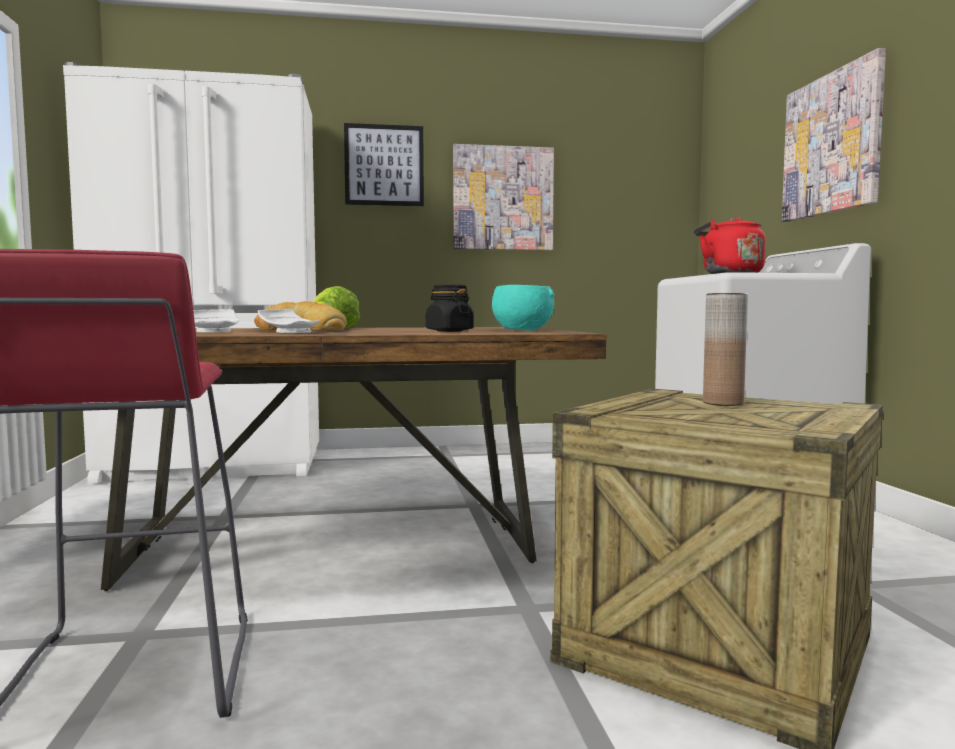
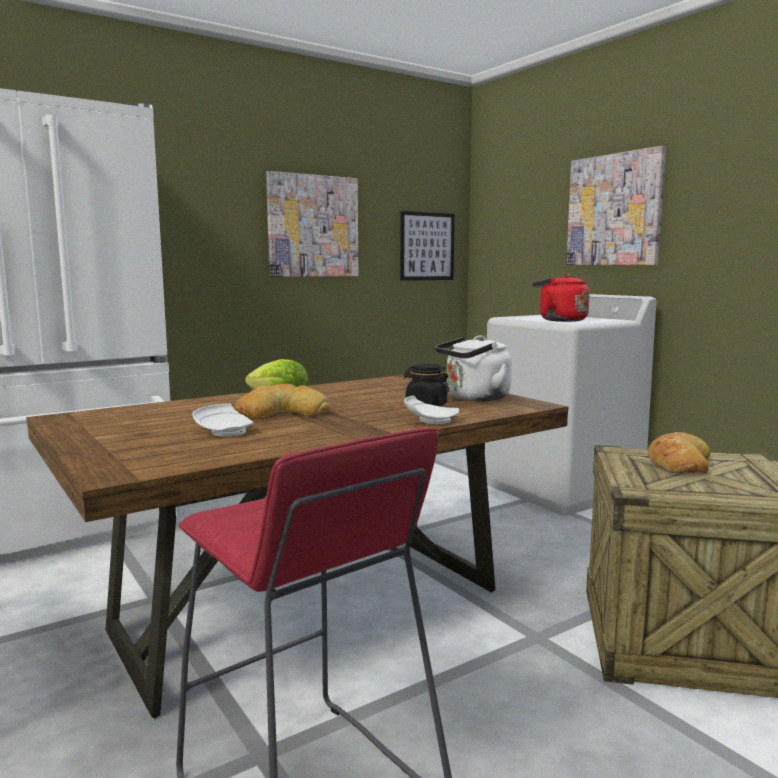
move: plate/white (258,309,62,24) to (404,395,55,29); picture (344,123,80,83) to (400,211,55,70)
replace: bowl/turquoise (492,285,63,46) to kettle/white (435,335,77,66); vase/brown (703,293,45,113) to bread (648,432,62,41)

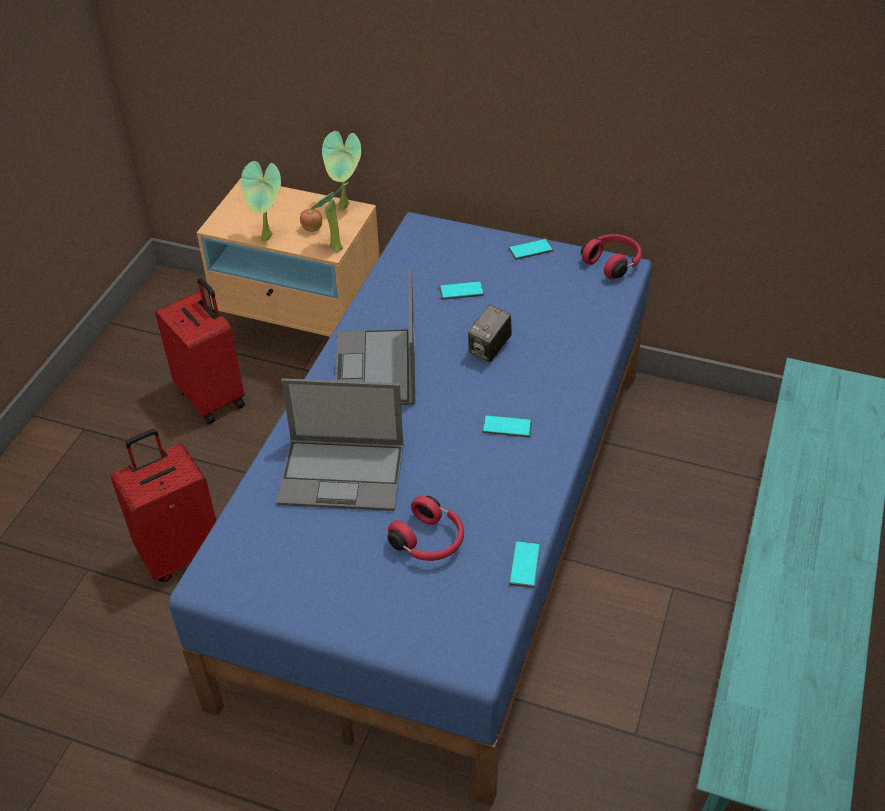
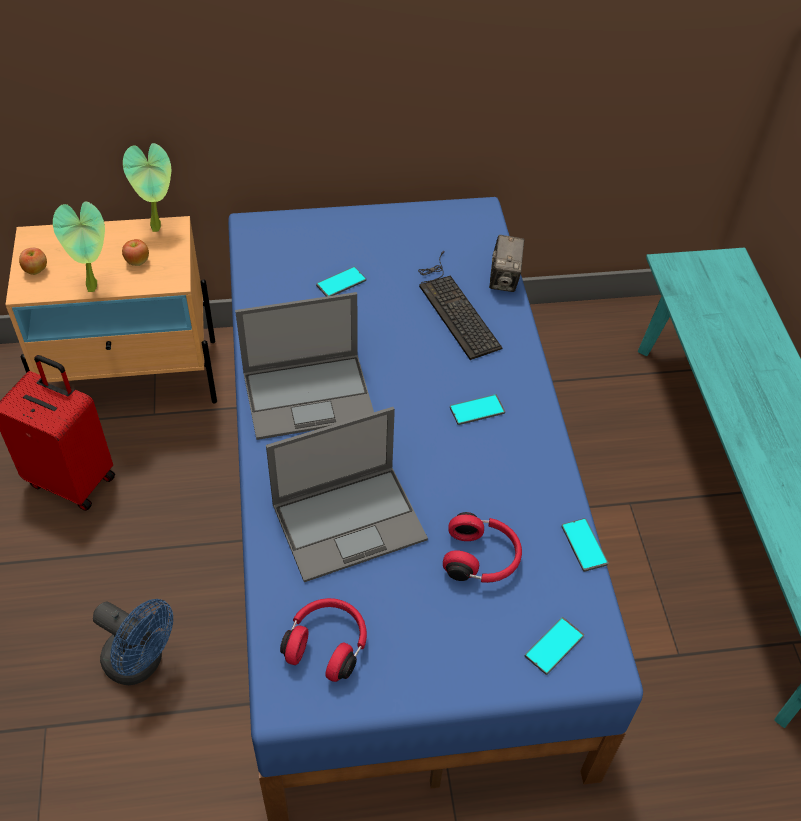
delete: potted plant (310,182,39,70)
insert: apple (19,248,28,27); keyboard (418,251,85,109)
move: photo camera (468,304,44,58) to (489,235,36,57); phone (509,238,45,22) to (525,617,59,58); headphones/red (581,234,61,45) to (280,598,87,84)
replace: suitcase/red (111,429,106,153) to fan/blue (93,599,80,86)
rotate: laptop (335,269,80,136) = (235,292,139,148) 75 degrees counterclockwise

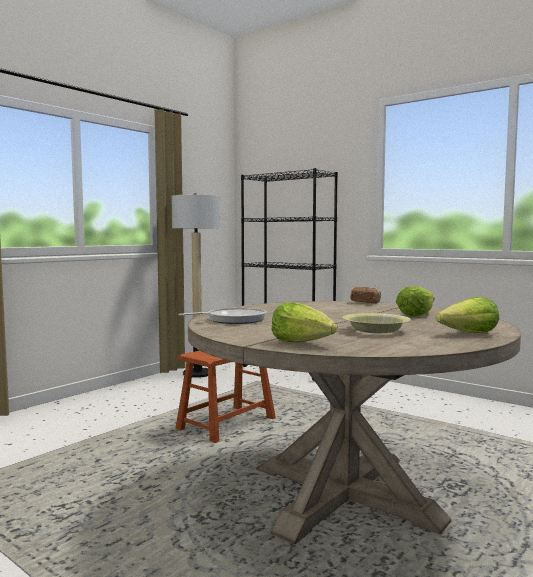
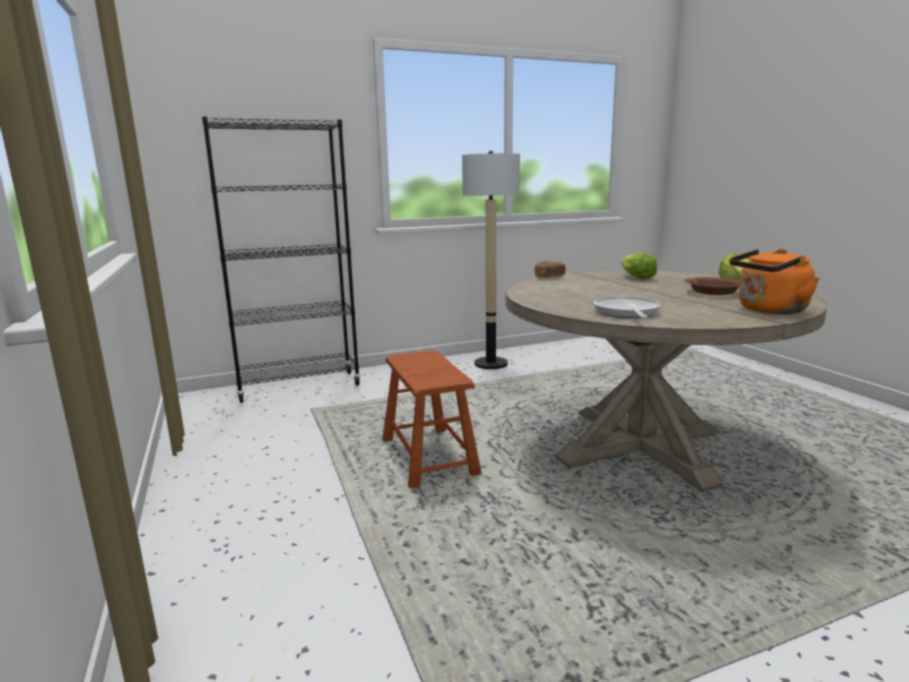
move: floor lamp (171,193,49,185) to (462,151,58,218)
replace: lettuce (272,302,65,41) to kettle/orange (729,248,91,66)
recolor: bowl/yellow (342,313,69,20) to bowl/brown (684,277,57,18)

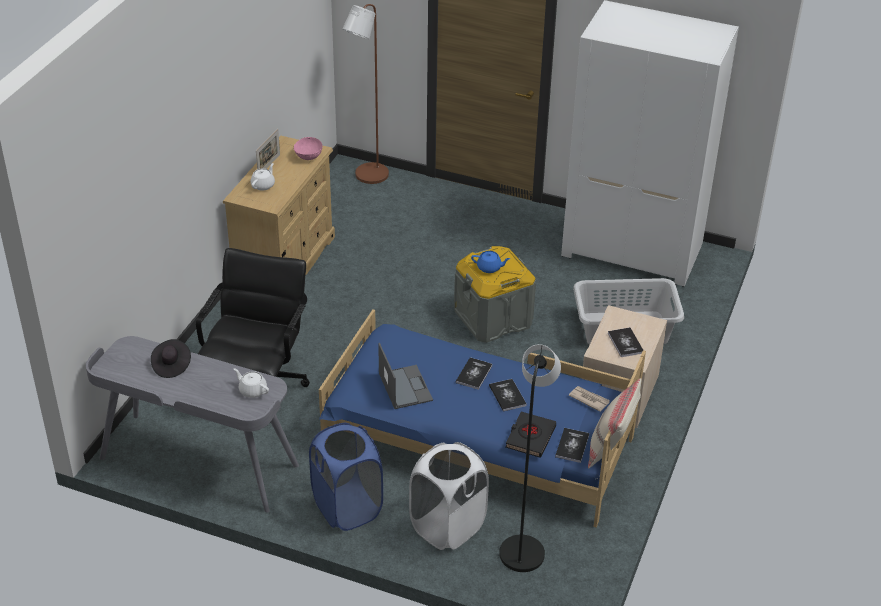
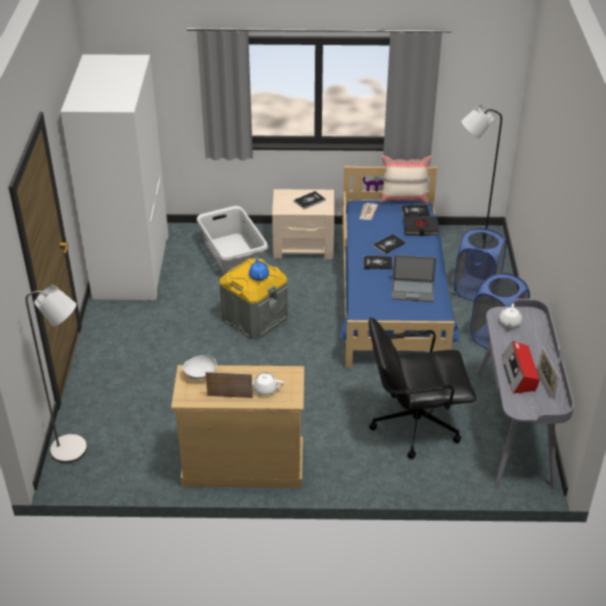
insert: picture frame (538,347,21,53)
replace: hat/black (151,339,40,39) to radio (502,341,37,53)
recolor: bowl/pink (293,137,30,23) to bowl/white (183,355,34,24); floor lamp/brown (342,4,47,180) to floor lamp/grey (25,285,62,178); laundry basket/white (409,442,80,108) to laundry basket/blue (454,228,52,73)
rotate: laptop (378,343,55,66) = (392,255,44,47) 135 degrees counterclockwise

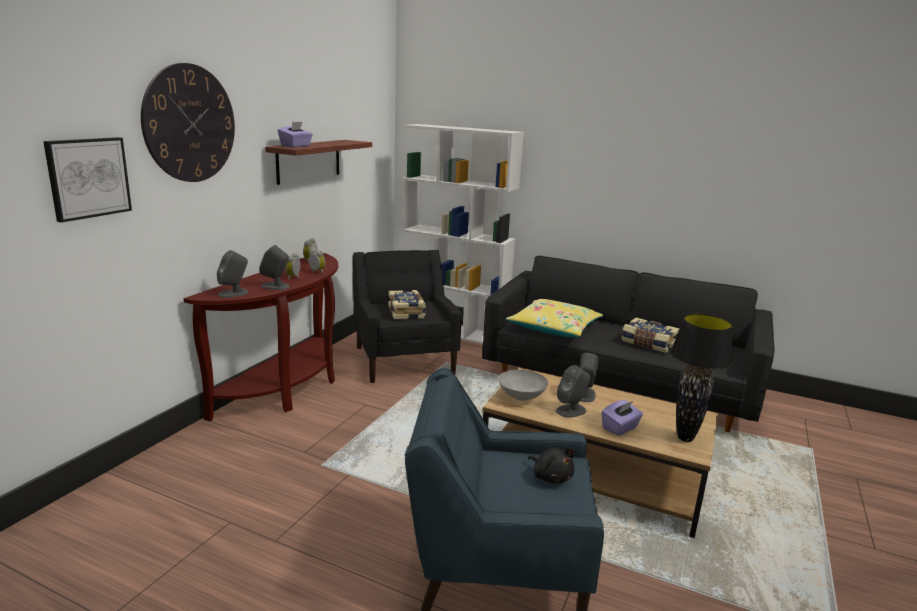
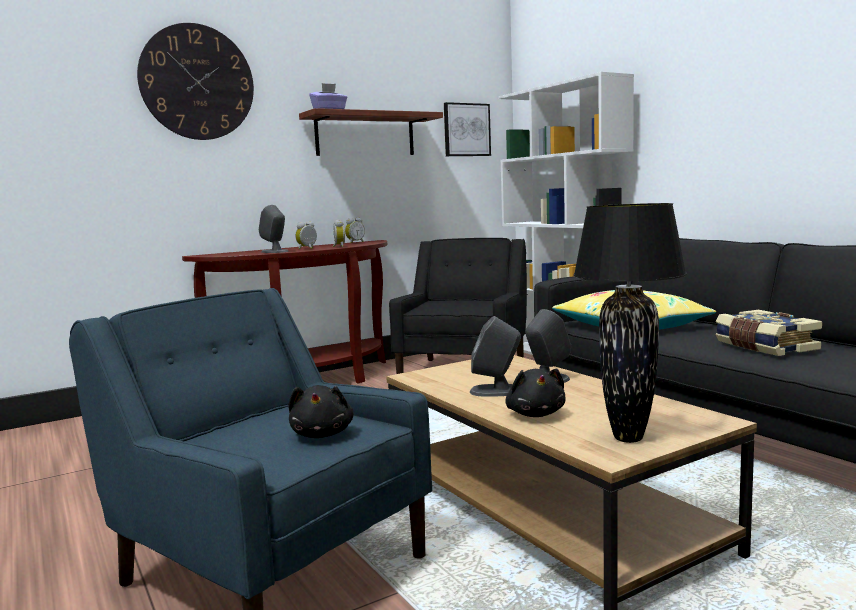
delete: speaker/grey (217,250,32,48); book (388,290,38,29); bowl/grey (498,370,50,31)
move: picture (43,137,89,86) to (444,102,47,54)
replace: tissue box/purple (602,400,41,36) to plush toy/black (505,369,61,48)

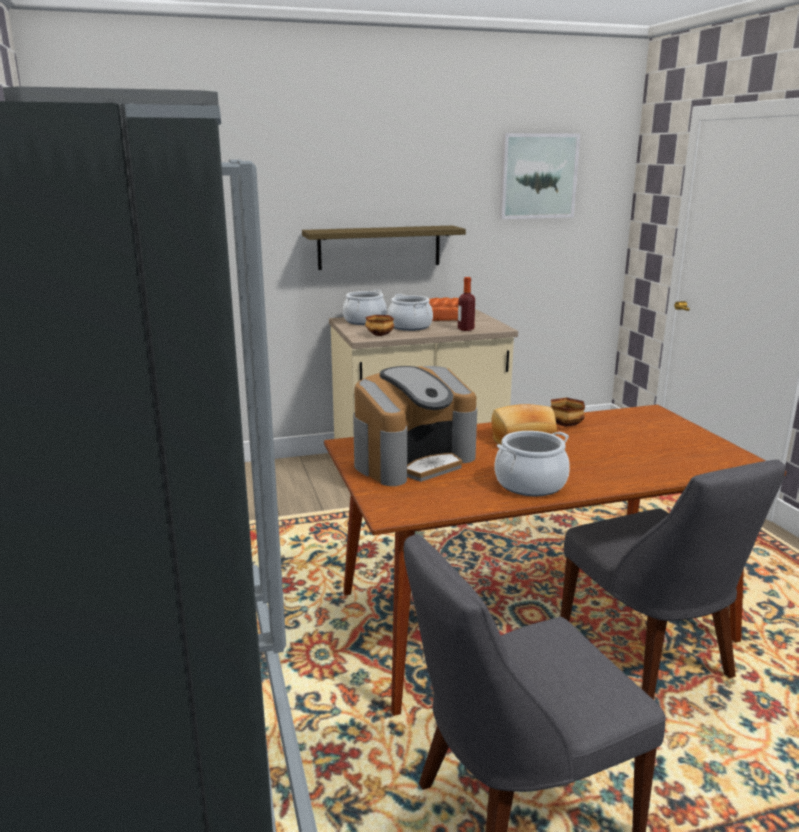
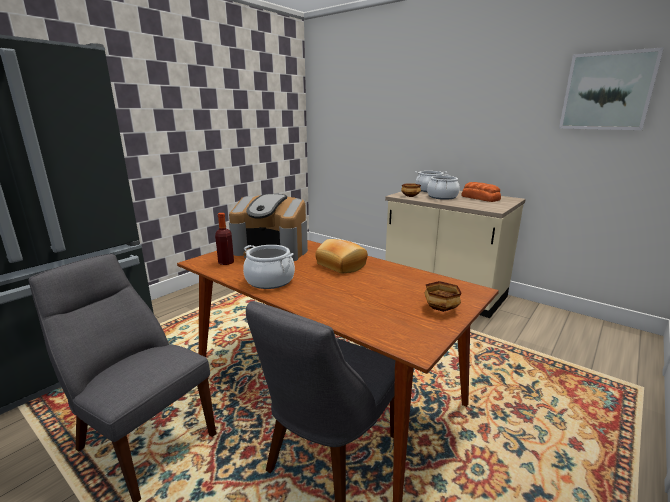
delete: shelf (302,226,164,44)
move: bottle (458,277,17,54) to (215,213,19,52); bowl (551,397,34,30) to (424,281,38,31)

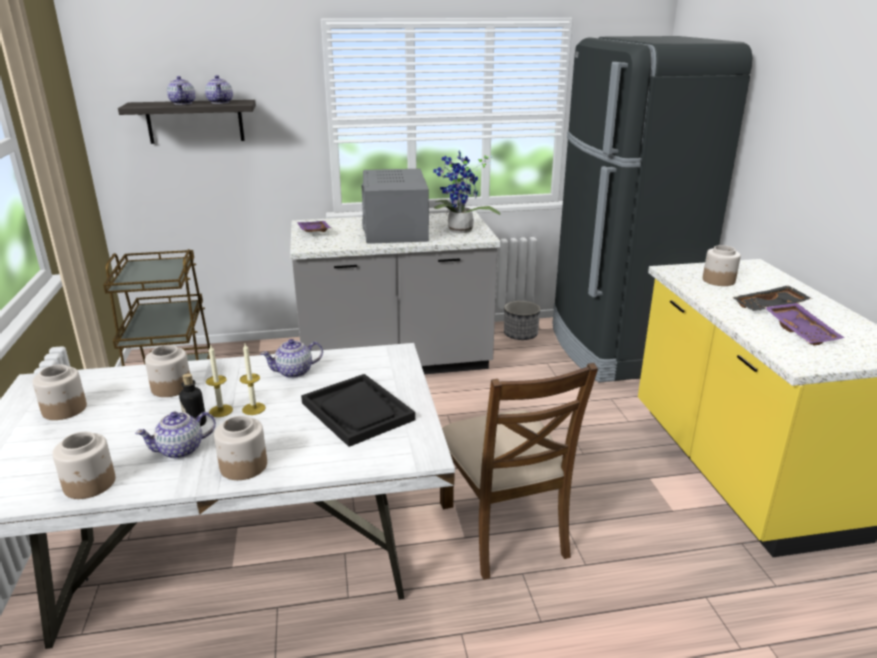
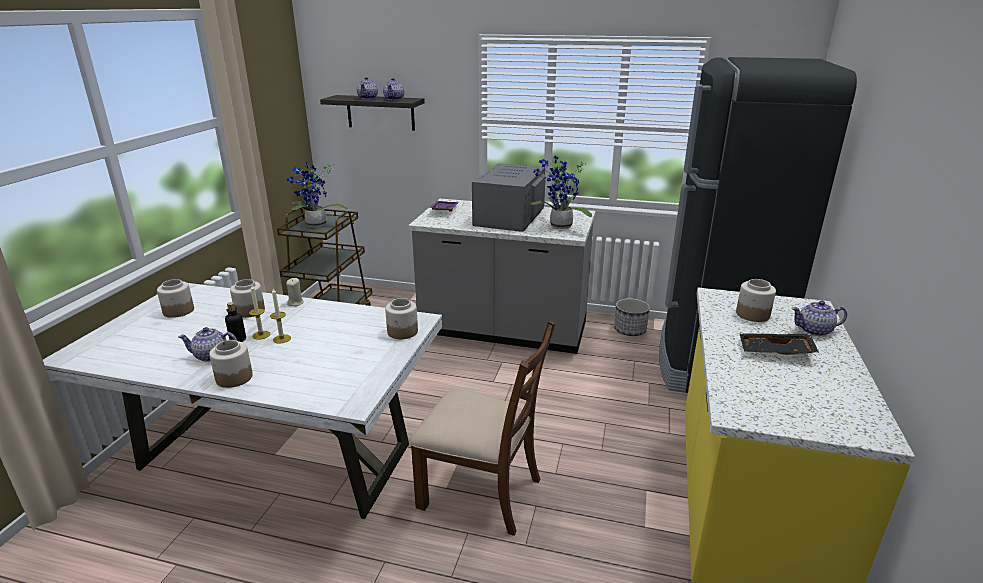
delete: tray/black (301,374,114,73); tray/purple (764,303,81,42)
insert: candle/beige (286,278,18,28); potted plant (287,162,61,65)
move: jar (52,432,63,67) to (385,298,33,41); teapot (261,339,62,39) to (792,301,55,35)
rotate: chair/brown (440,363,158,217) = (410,319,146,217) 75 degrees counterclockwise

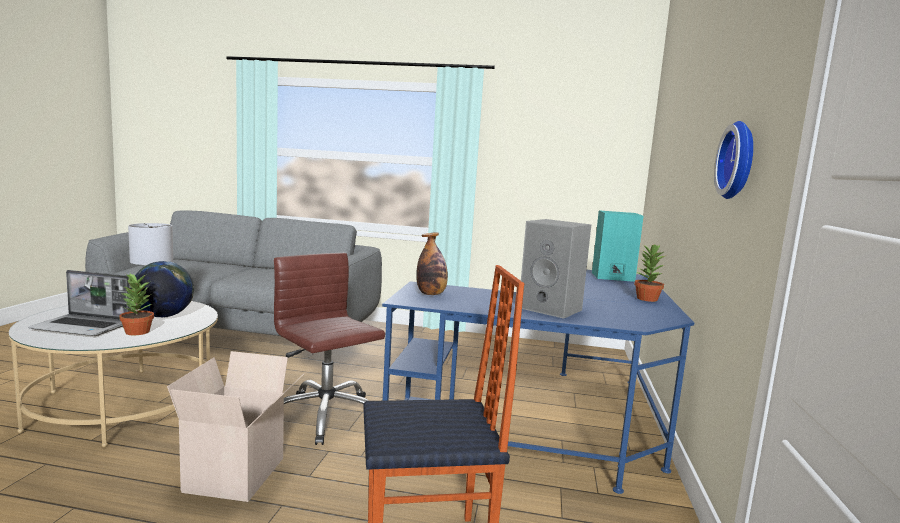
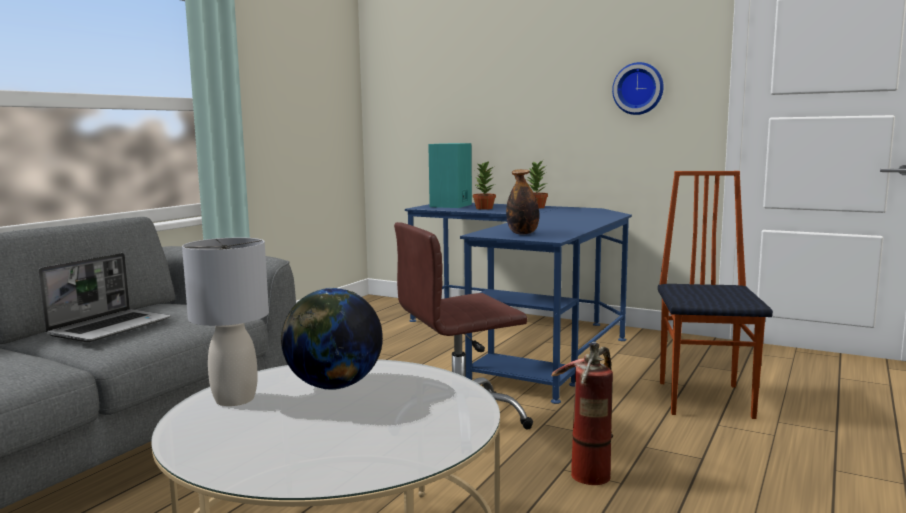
delete: speaker/grey (521,219,71,100)
move: laptop (28,270,103,66) to (38,253,133,89); potted plant (119,273,35,62) to (473,160,23,50)
replace: cardboard box (167,351,138,151) to fire extinguisher (551,342,62,143)

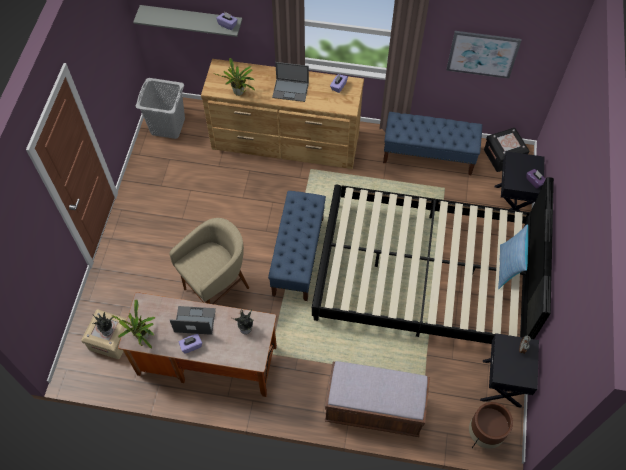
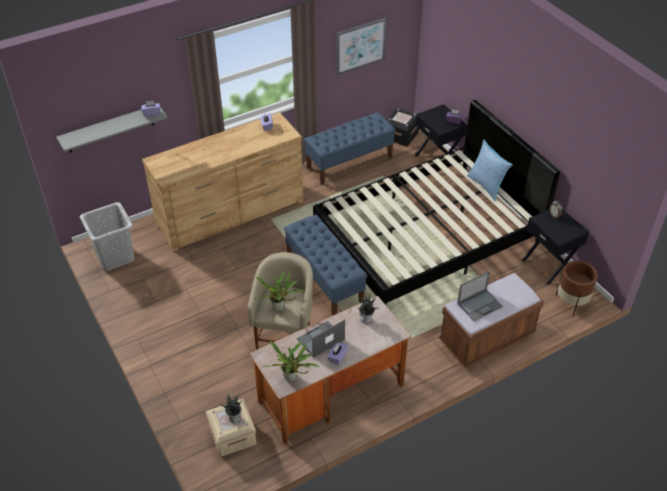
move: potted plant (214,58,41,38) to (255,272,49,39); laptop (272,62,37,40) to (457,271,46,50)

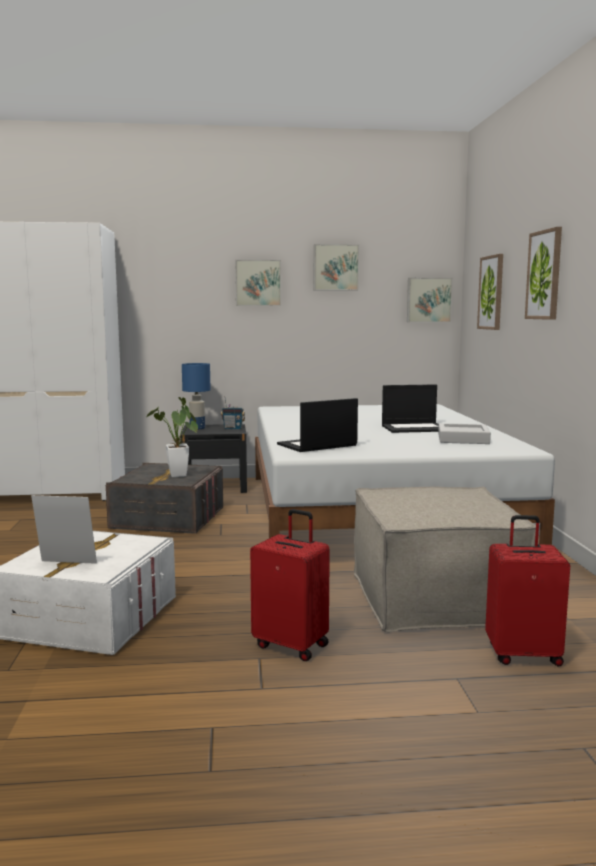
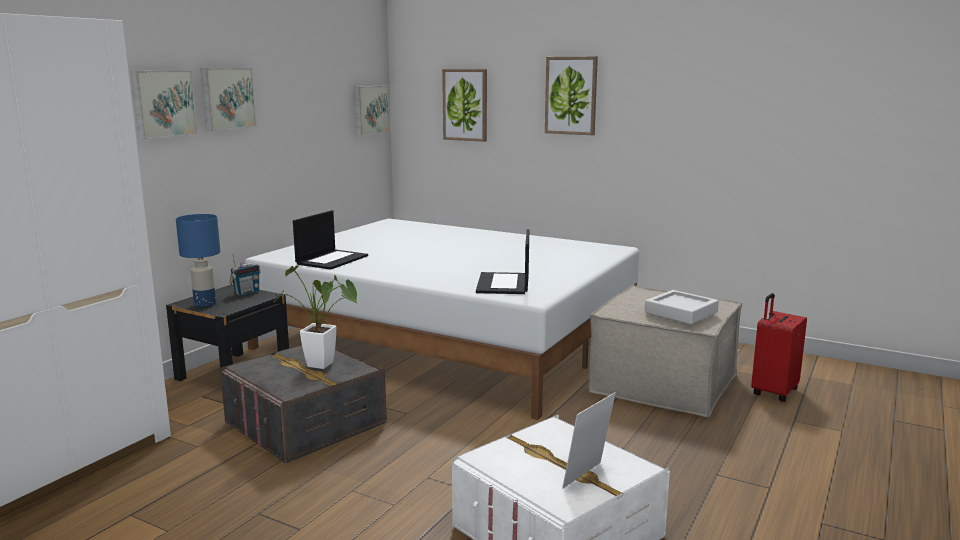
delete: suitcase/red (250,509,80,152)
move: picture (314,244,45,47) to (131,70,67,70); laptop (382,384,57,49) to (293,210,75,60); tray/grey (438,423,53,21) to (645,290,74,34)

